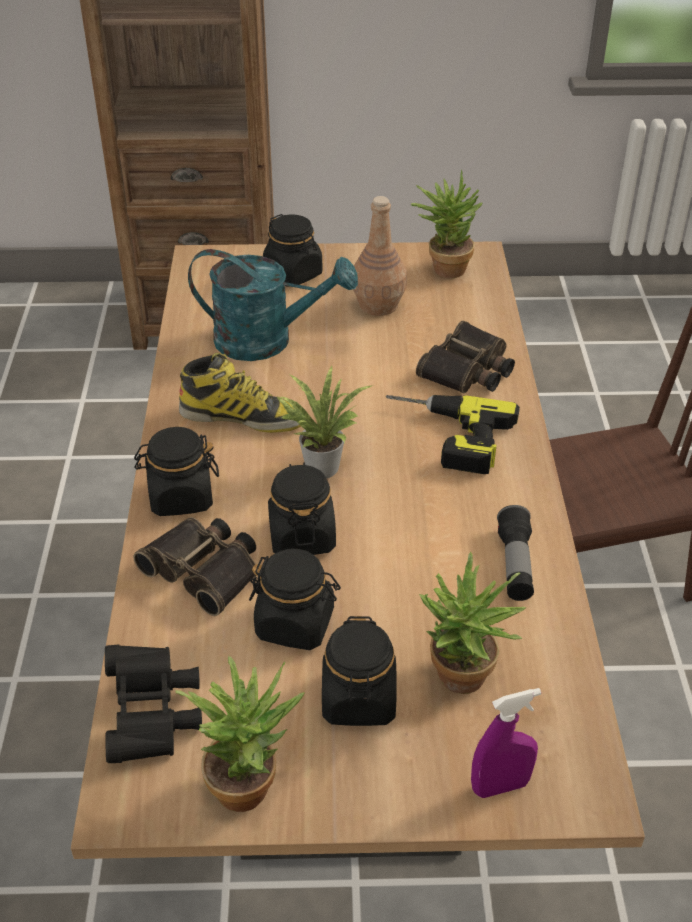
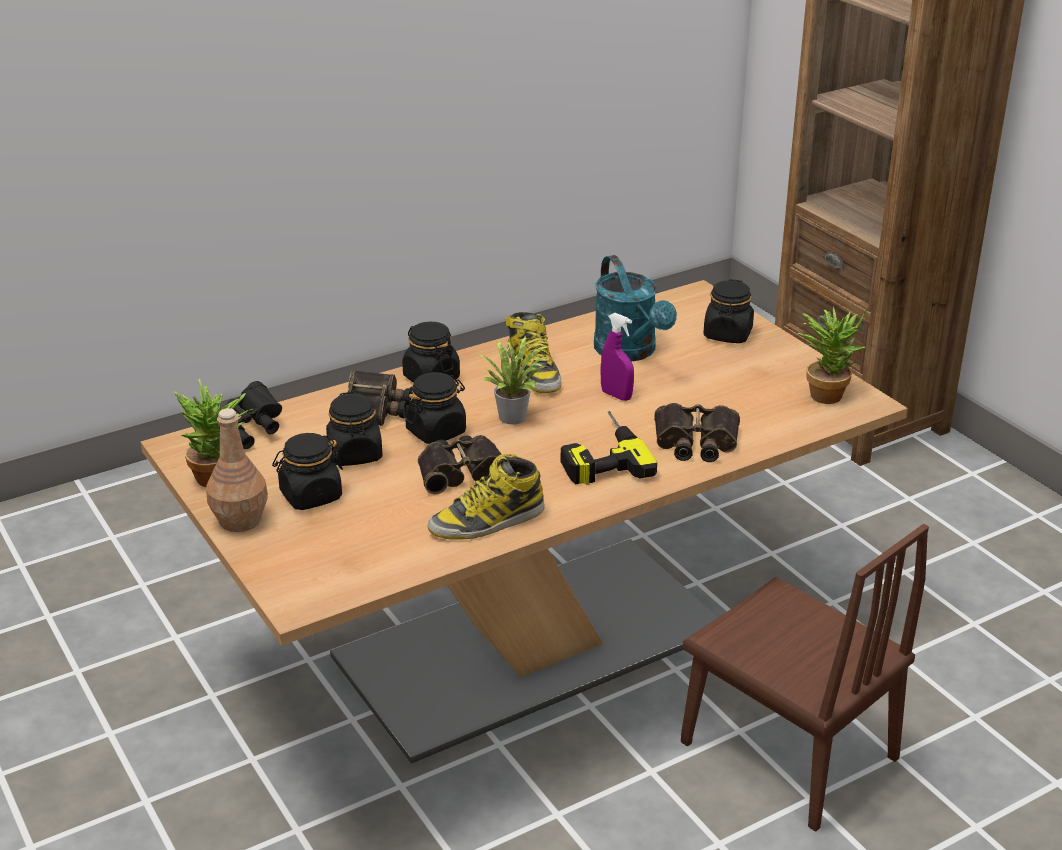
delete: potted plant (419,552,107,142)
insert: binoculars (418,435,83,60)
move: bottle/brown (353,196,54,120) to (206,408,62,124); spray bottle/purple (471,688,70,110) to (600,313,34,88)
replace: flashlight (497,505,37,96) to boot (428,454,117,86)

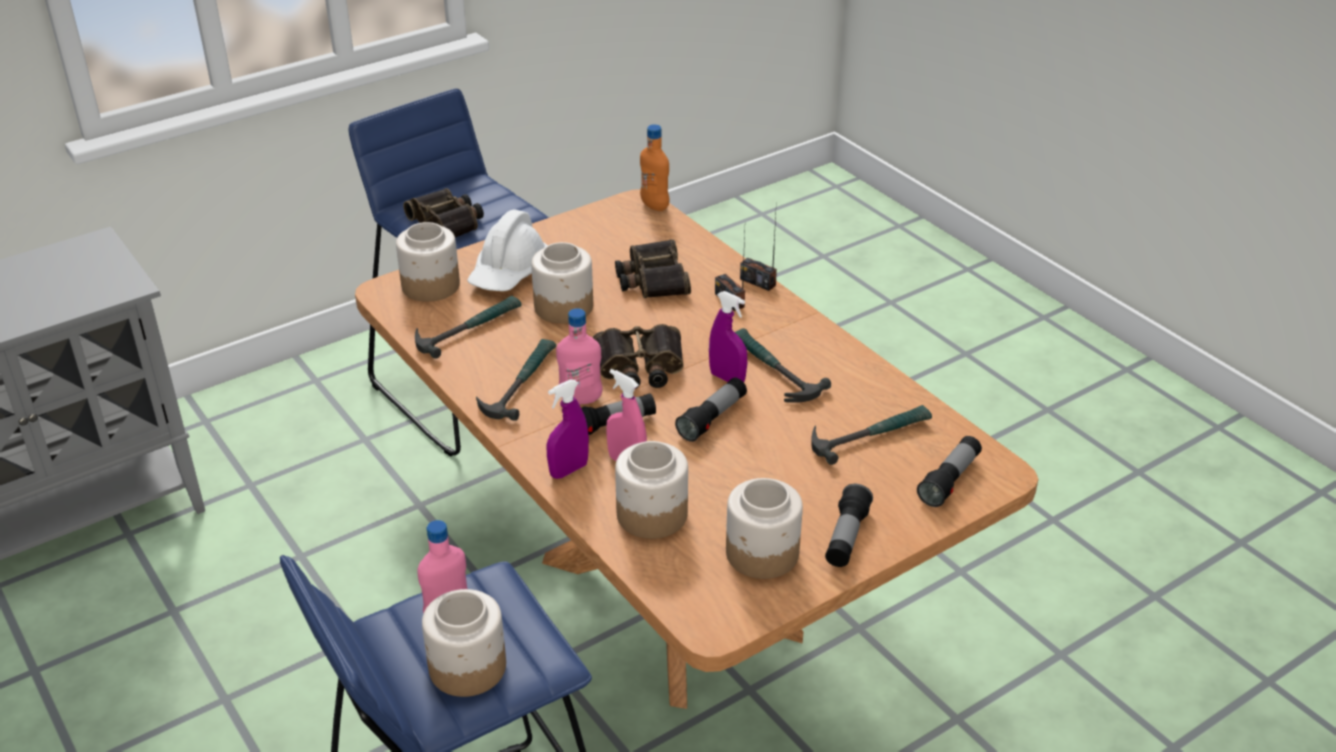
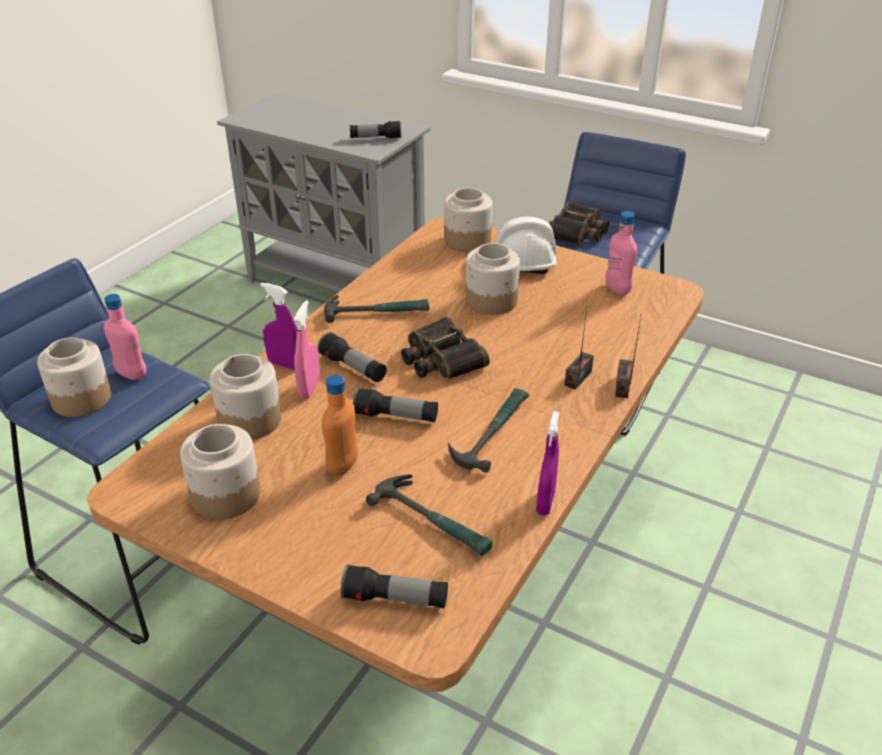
delete: hammer (415,296,106,63); binoculars (615,239,76,59)
move: bottle/pink (556,308,47,96) to (605,211,32,84); bottle/orange (640,124,30,87) to (322,375,36,101); spray bottle/purple (709,291,38,91) to (536,411,23,104); flashlight (825,484,48,83) to (350,121,51,17)

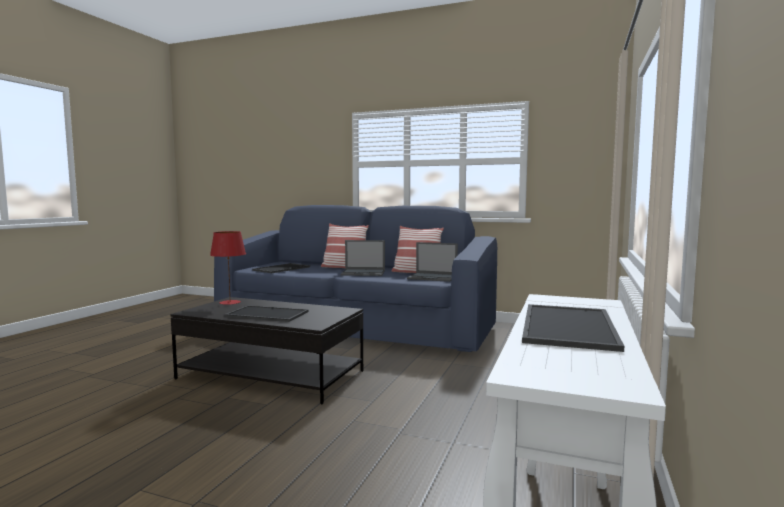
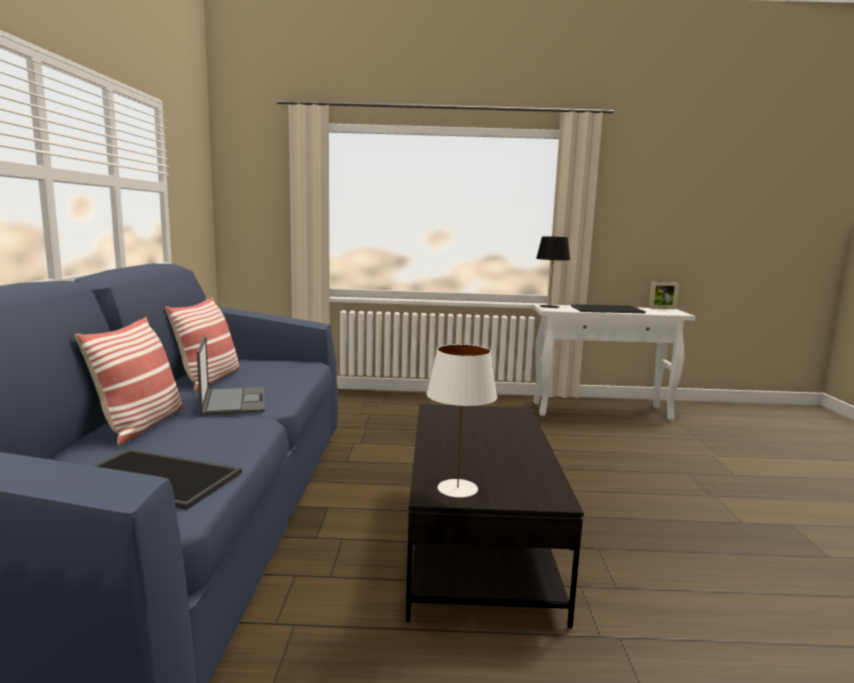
delete: tray (224,305,85,17); laptop (407,242,51,40)
insert: table lamp/black (536,236,34,72); picture frame (649,281,30,28)
recolor: table lamp/red (210,231,36,74) to table lamp/white (427,344,70,154)

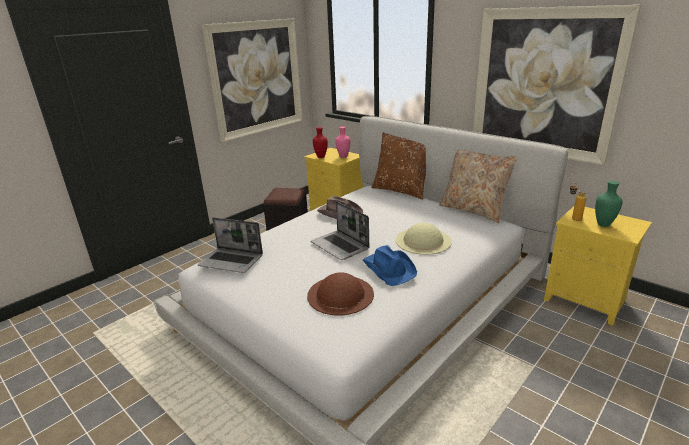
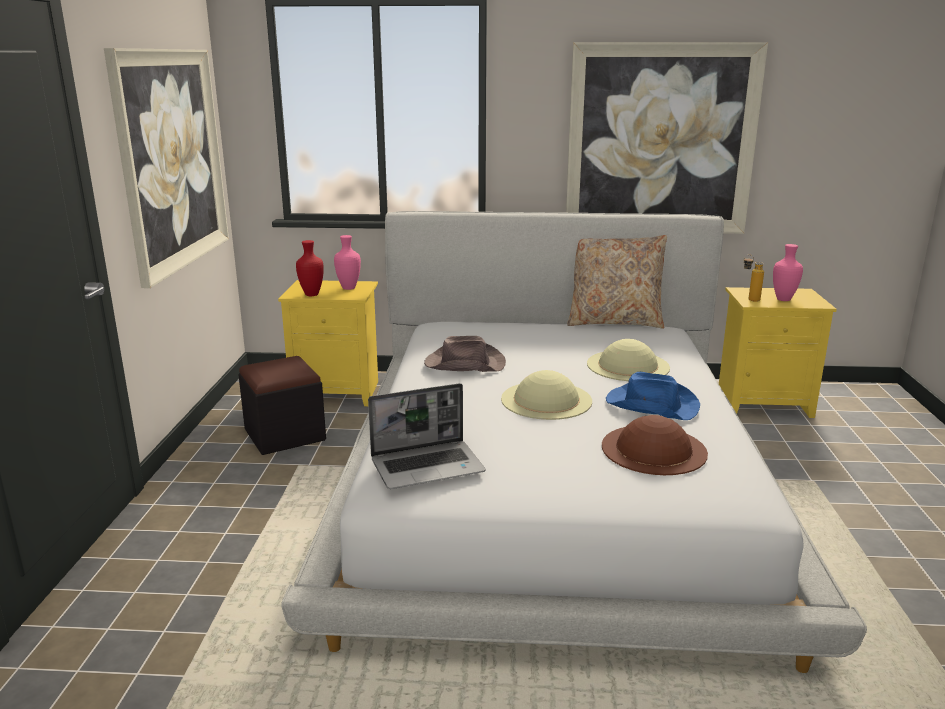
delete: pillow/brown (371,132,55,68)
replace: laptop (311,201,58,59) to hat/beige (501,370,91,50)
recolor: vase/green (595,181,28,46) to vase/pink (773,244,30,57)

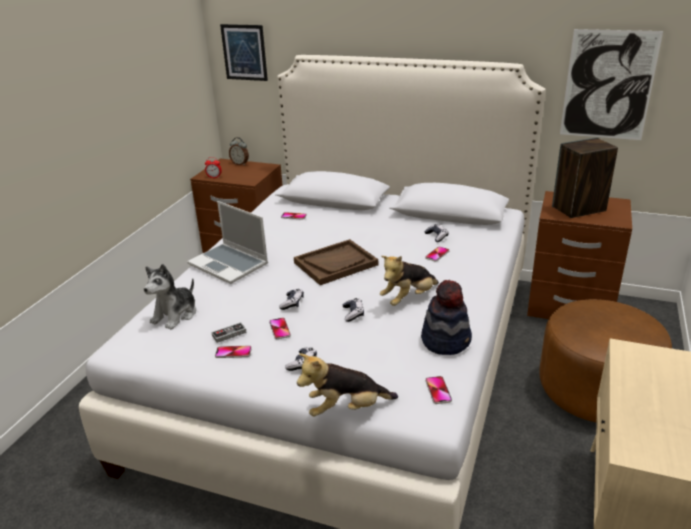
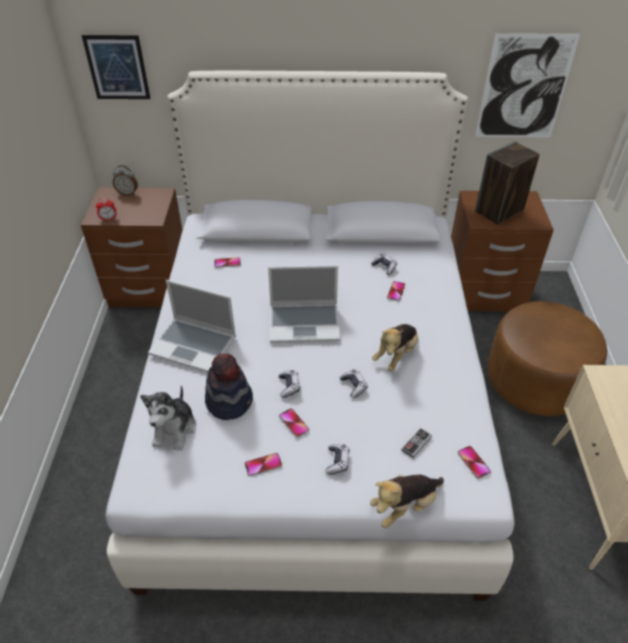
move: game controller (212,322,35,21) to (401,428,31,30); hat (421,280,51,75) to (205,353,48,67)
replace: tray/brown (294,239,84,46) to laptop (268,265,72,78)

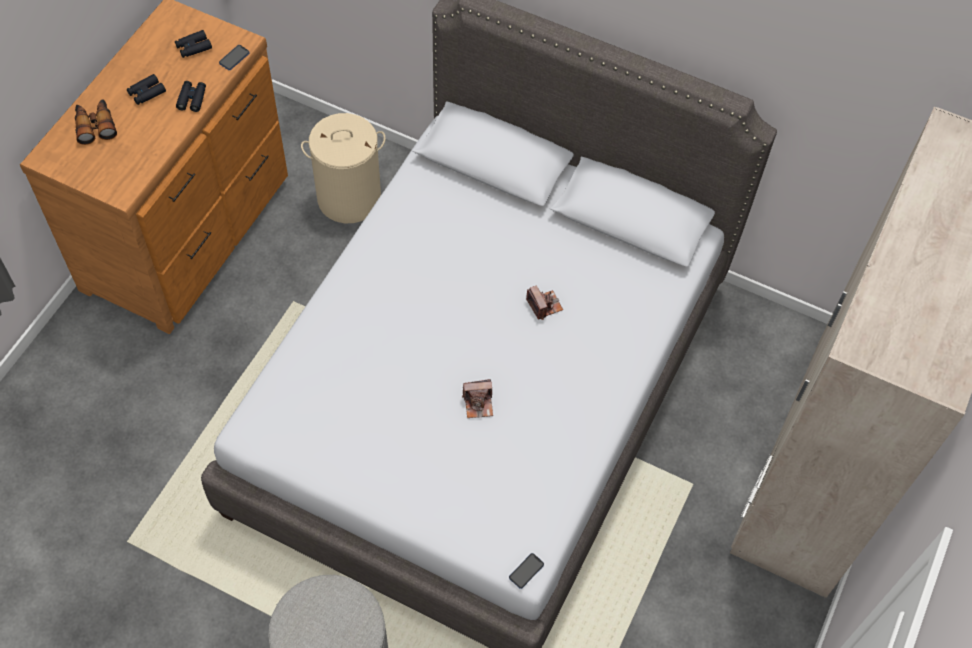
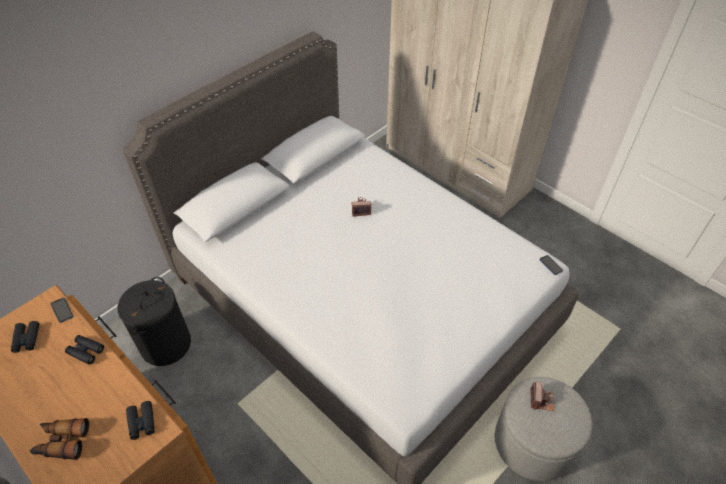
move: binoculars/black (127,74,39,31) to (126,401,29,39); photo camera (462,379,31,39) to (530,382,25,29)
recolor: laundry basket/beige (301,113,85,110) to laundry basket/black (118,277,73,89)

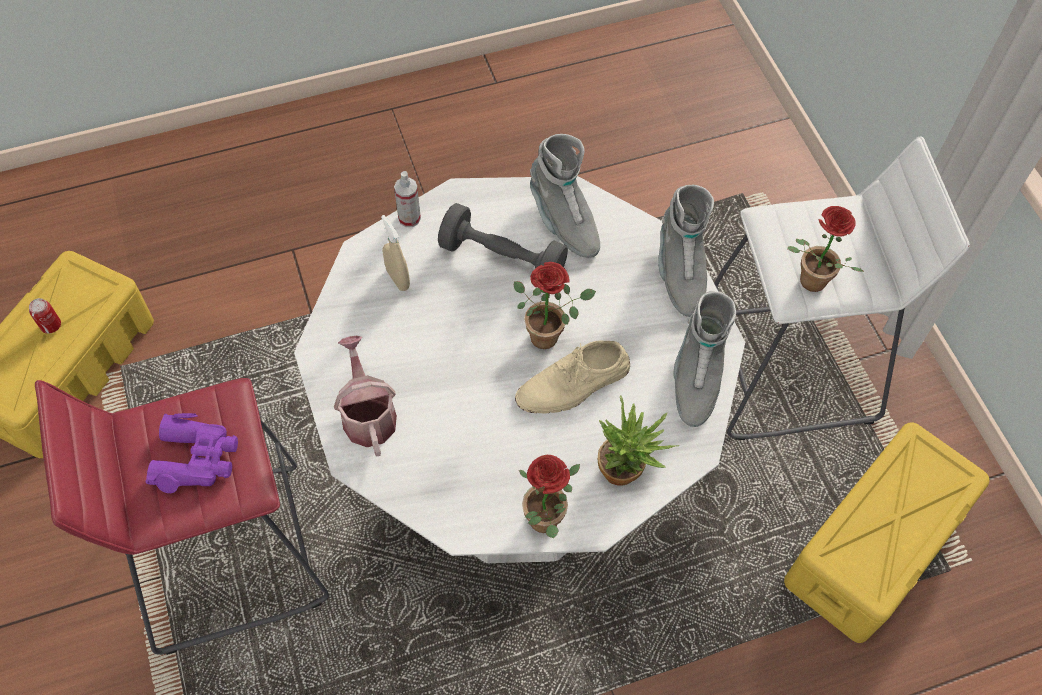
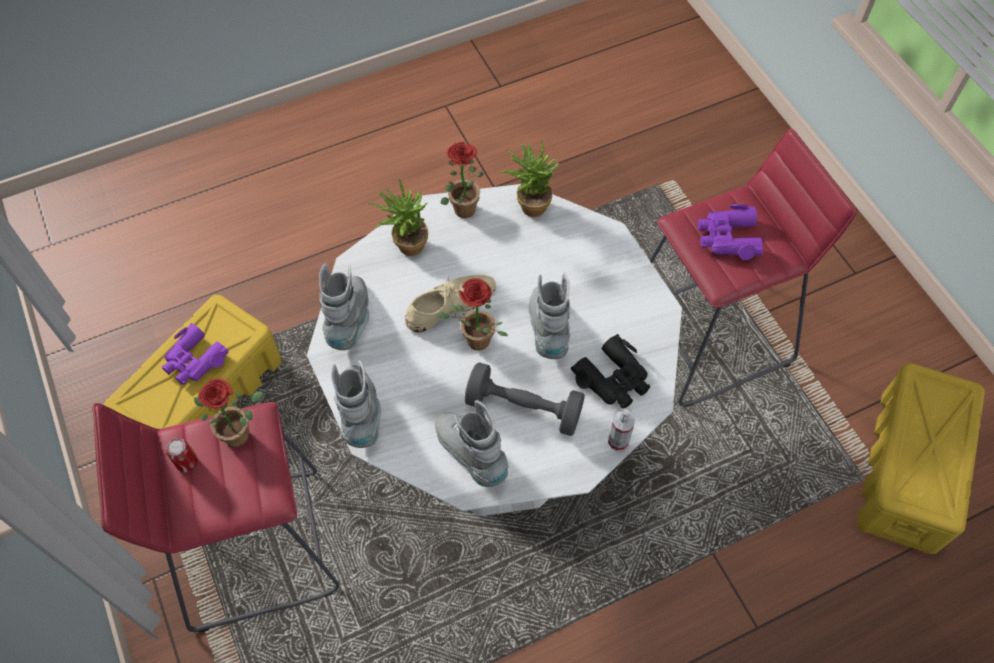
delete: watering can (334,336,63,121)
insert: binoculars/purple (162,323,67,62); potted plant (501,139,58,78); boot/grey (528,273,43,86)
move: can (29,298,32,36) to (166,438,32,34)
replace: spray bottle/beige (381,215,29,76) to binoculars/black (571,334,79,75)
recolor: stool/white (714,136,256,304) to stool/red (92,402,248,230)

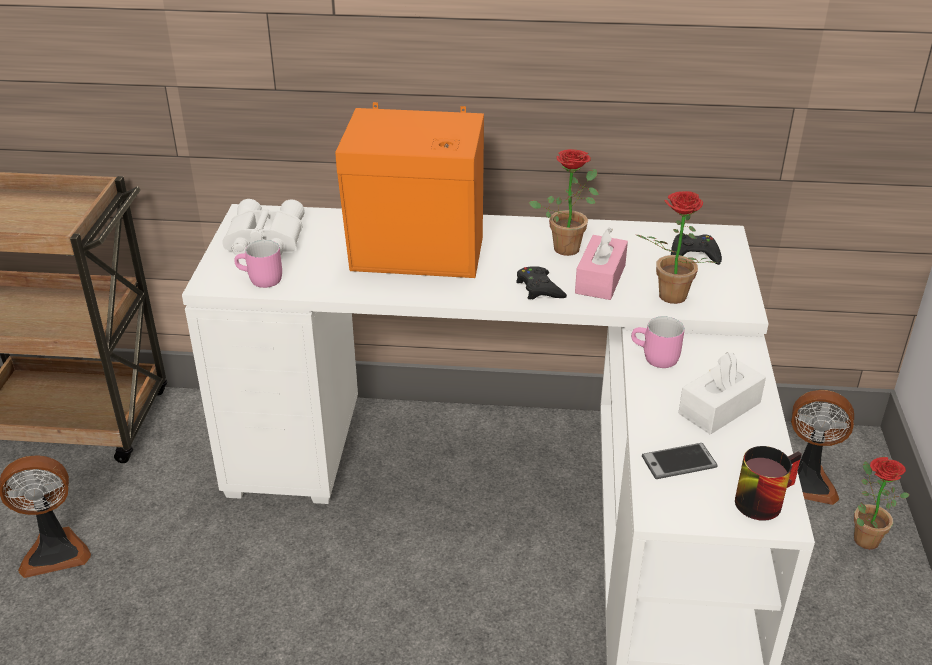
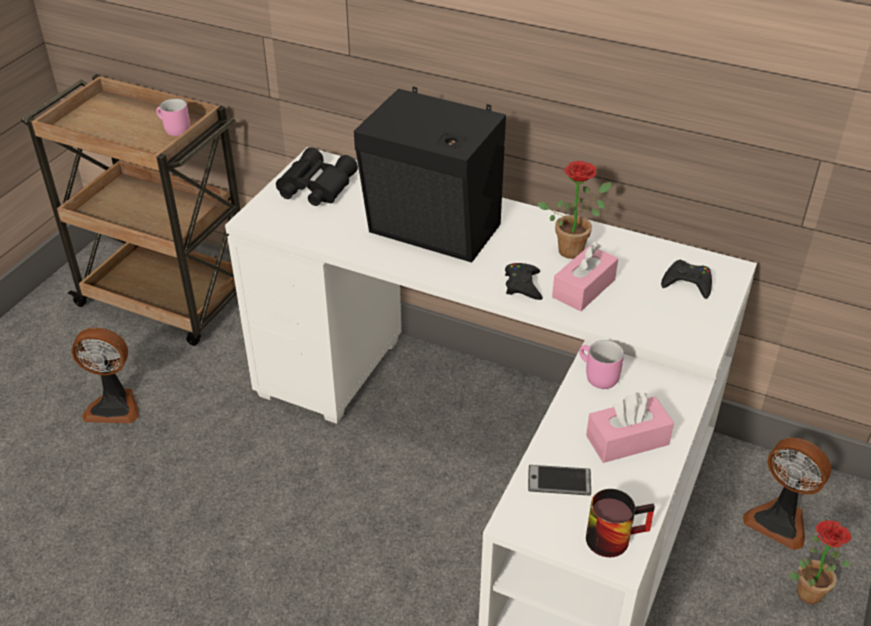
delete: potted plant (637,191,80,113)
move: mug/pink (234,240,48,48) to (156,99,34,37)
recolor: binoculars/white (222,199,83,56) to binoculars/black (276,147,82,59); speaker/orange (335,102,149,176) to speaker/black (354,86,152,176); tissue box/white (679,352,87,82) to tissue box/pink (586,392,88,71)

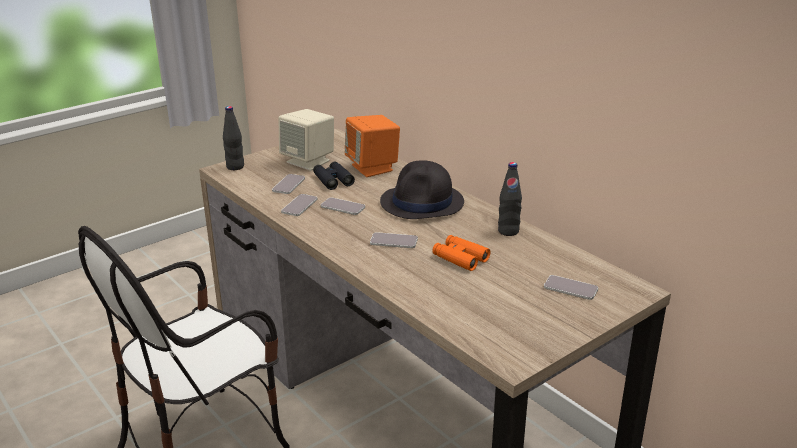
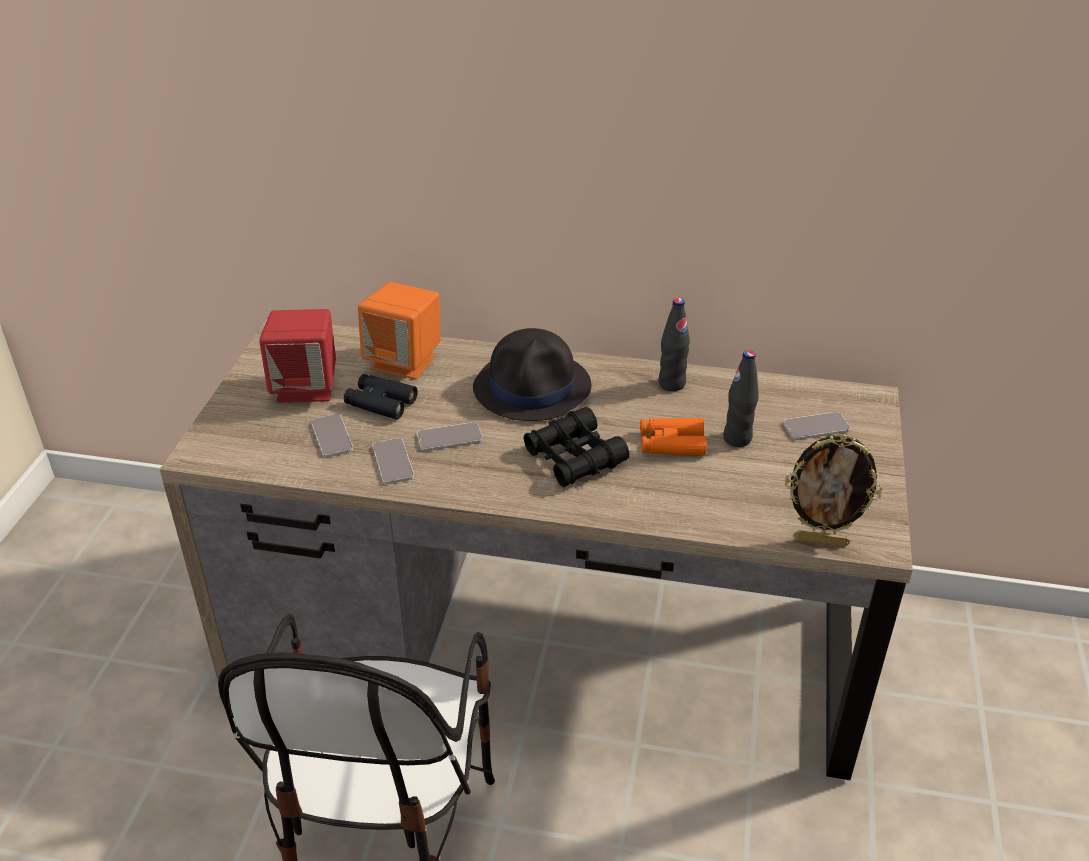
insert: picture frame (785,434,98,113)
move: bottle/black (223,106,21,64) to (723,350,36,97)
replace: phone (370,232,48,16) to binoculars/black (523,407,106,80)
recolor: speaker/beige (278,109,56,62) to speaker/red (259,309,77,94)

